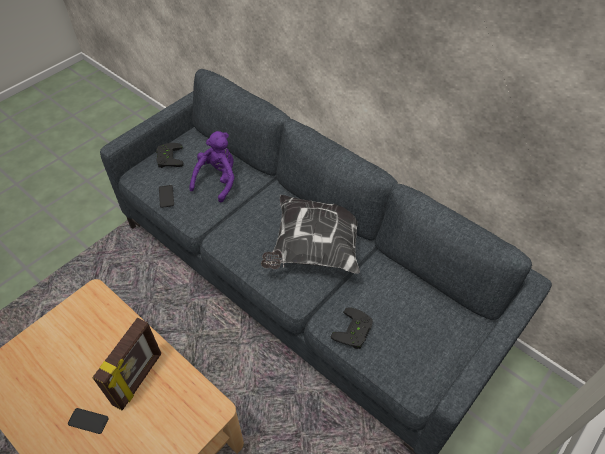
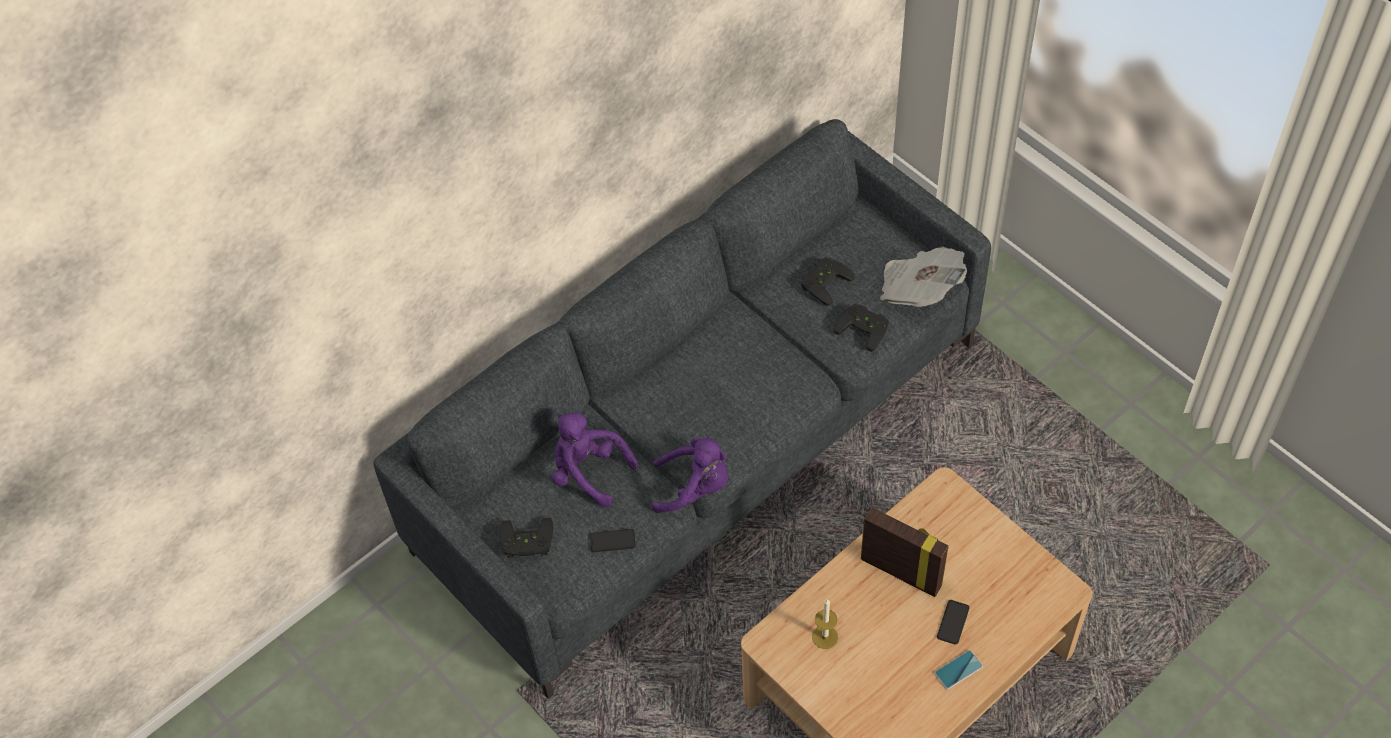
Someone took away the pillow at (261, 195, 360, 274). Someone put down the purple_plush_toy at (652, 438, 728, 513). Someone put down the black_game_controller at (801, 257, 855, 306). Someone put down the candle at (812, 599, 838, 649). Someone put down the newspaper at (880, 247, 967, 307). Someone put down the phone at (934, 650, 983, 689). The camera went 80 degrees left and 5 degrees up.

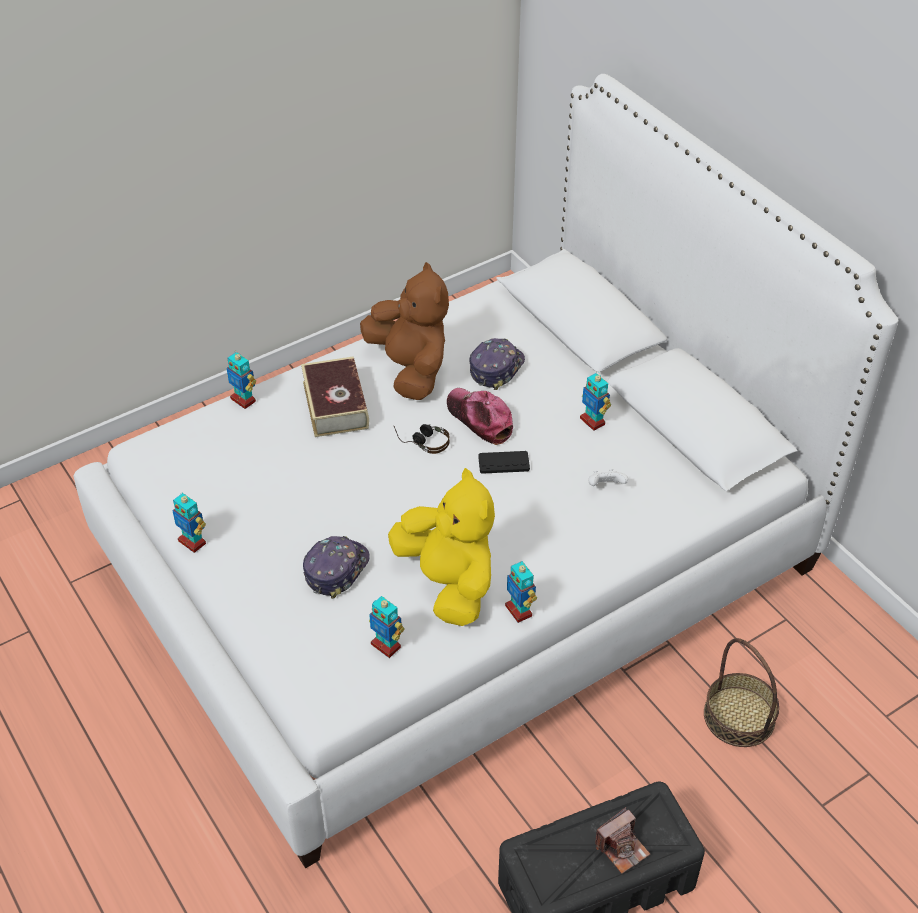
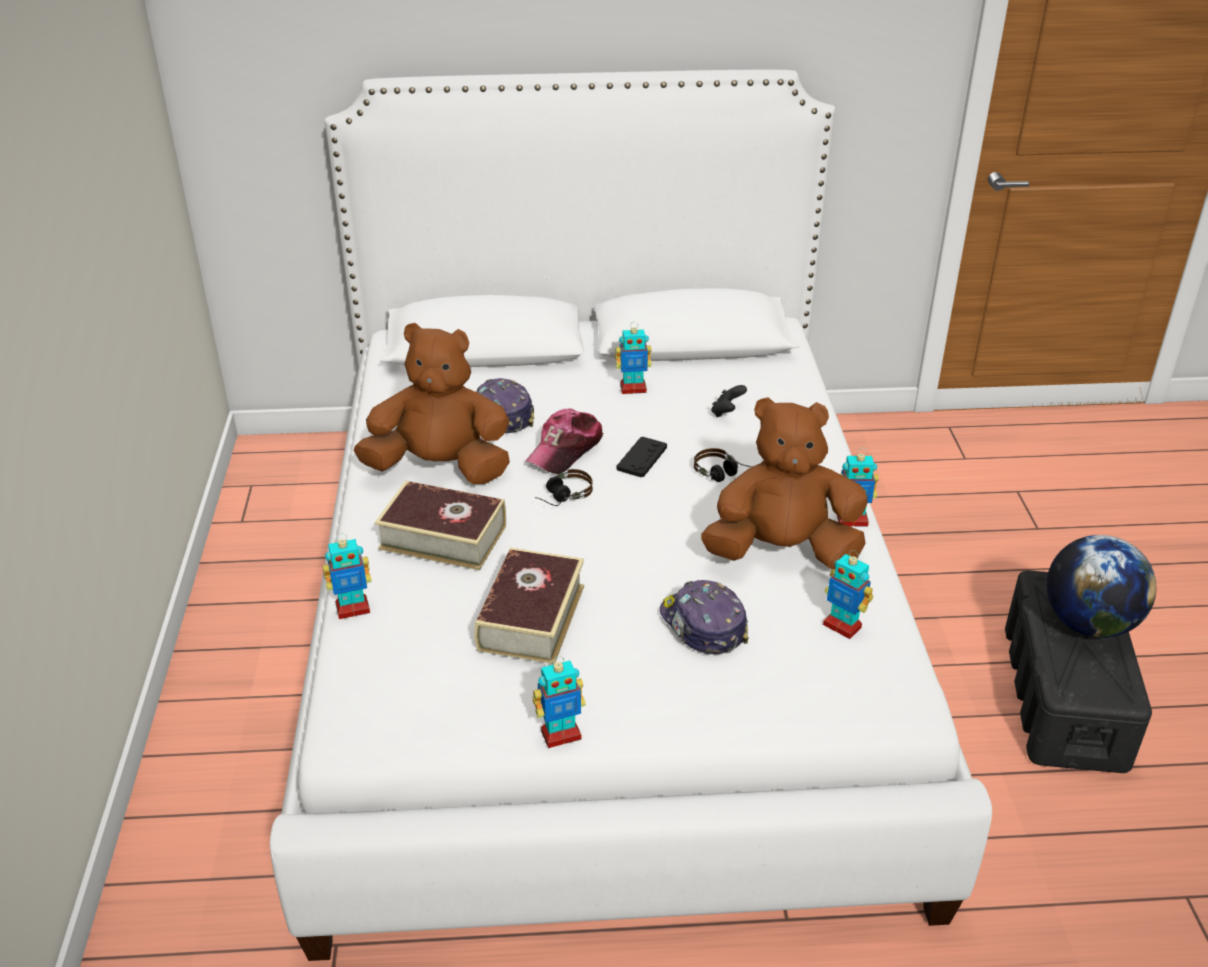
Someone rotated the toy_robot at (369, 596, 404, 658) by 60 degrees clockwise. Someone repainted the yellow_plush_toy at (388, 468, 495, 626), which became the brown_plush_toy at (701, 397, 868, 569). Someone rotated the cap at (447, 388, 513, 445) by 45 degrees counterclockwise. Someone repainted the white_game_controller at (589, 469, 628, 486), which became the black_game_controller at (711, 385, 747, 417). Someone swapped the photo_camera at (595, 807, 650, 874) for the globe at (1047, 535, 1156, 638). Someone took away the basket at (704, 638, 779, 747). Someone put down the book at (474, 548, 584, 664). Someone put down the headphones at (694, 448, 753, 482). The camera went 60 degrees left and 10 degrees down.

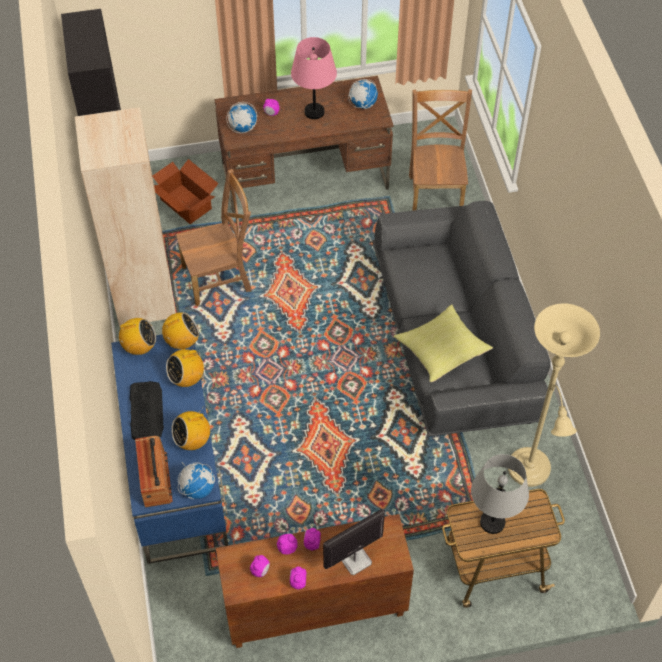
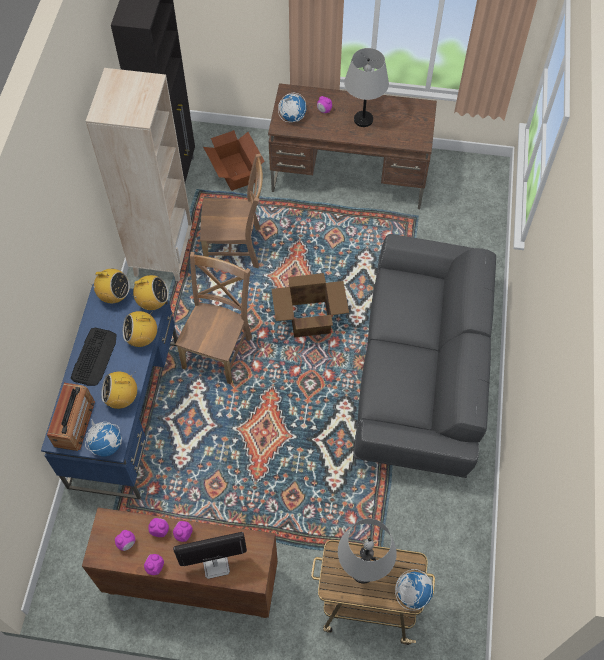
Someone repainted the pink_table_lamp at (291, 37, 337, 119), which became the grey_table_lamp at (344, 48, 389, 127). Someone carried the globe from (349, 79, 378, 109) to (395, 569, 433, 611). Someone took away the yellow_pillow at (393, 304, 493, 382). Someone carried the brown_chair from (409, 89, 472, 211) to (175, 252, 252, 384). Someone took away the beige_floor_lamp at (508, 303, 600, 487). Someone put down the cardboard_box at (271, 273, 349, 337). The camera went 20 degrees right and 5 degrees up.

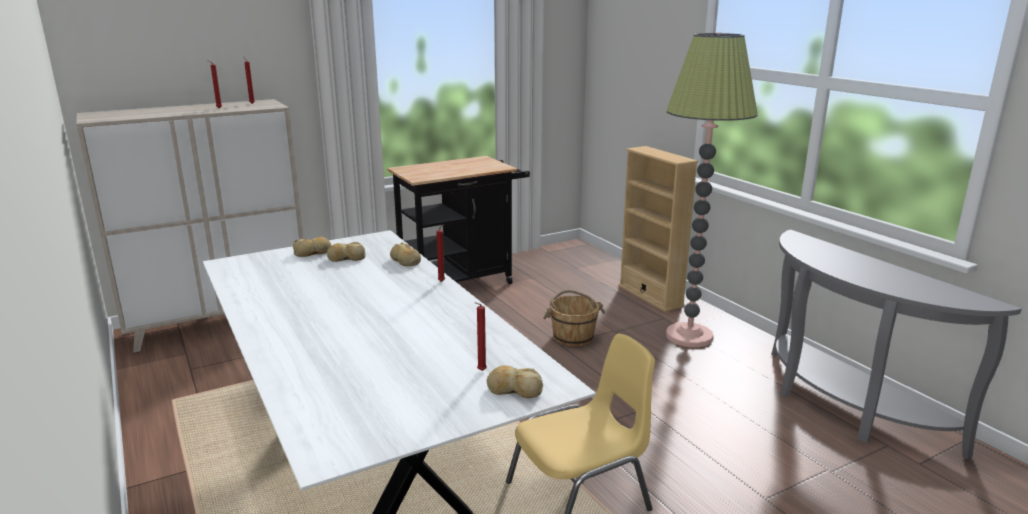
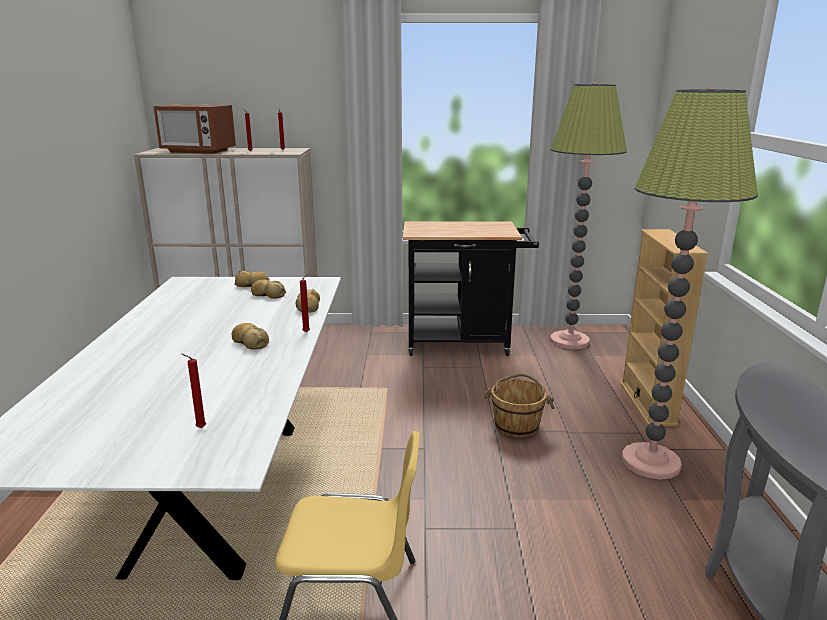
Someone carried the bread from (487, 365, 543, 398) to (232, 323, 269, 350). Someone put down the microwave at (154, 104, 236, 154). Someone put down the floor_lamp at (550, 83, 627, 349). The camera went 30 degrees right and 0 degrees up.

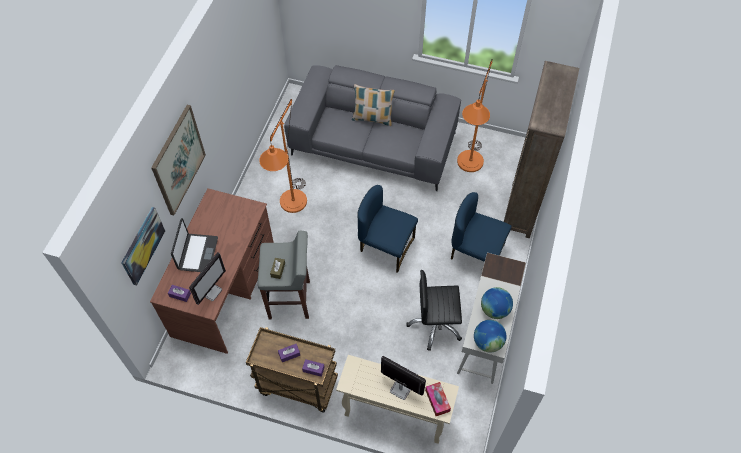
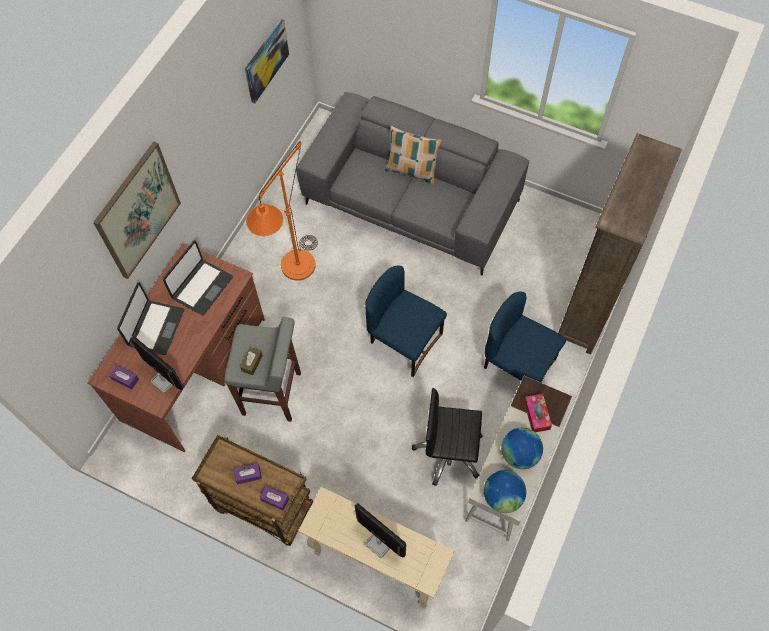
Someone carried the picture from (122, 207, 165, 286) to (245, 19, 289, 103). Someone rotated the monitor at (189, 252, 226, 305) by 90 degrees counterclockwise. Someone carried the tissue_box from (425, 382, 451, 416) to (524, 394, 552, 432). Someone took away the orange_floor_lamp at (457, 59, 493, 172). Someone put down the laptop at (163, 241, 233, 315). The camera went 10 degrees right and 5 degrees up.

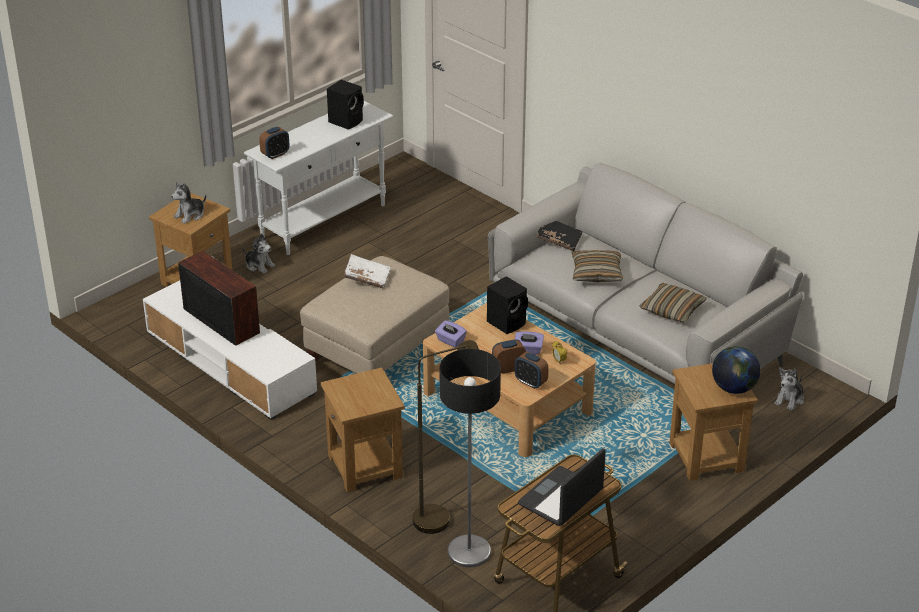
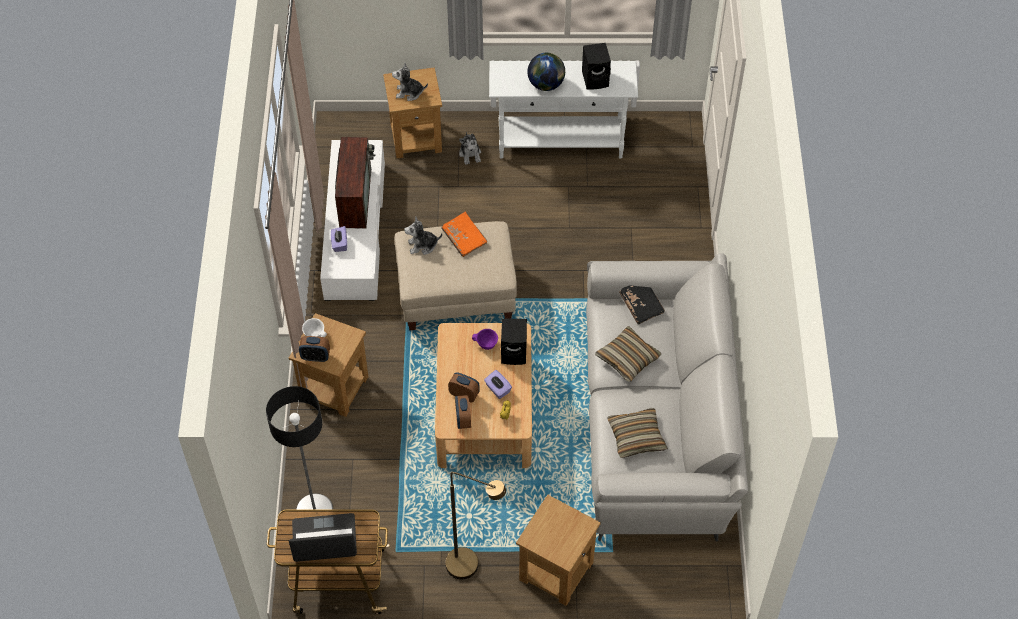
Someone carried the alarm_clock from (259, 127, 290, 159) to (299, 336, 330, 362). Someone repainted the white_book at (344, 254, 391, 289), which became the orange_book at (441, 212, 487, 257). Someone carried the brown_floor_lamp from (413, 340, 479, 534) to (446, 472, 506, 579). Someone carried the purple_tissue_box from (435, 320, 467, 348) to (331, 226, 347, 252). Someone carried the globe from (712, 346, 760, 394) to (527, 53, 565, 91). Someone carried the plush_toy from (774, 368, 804, 411) to (404, 216, 442, 255). Someone put down the white_bowl at (302, 318, 327, 338). Someone put down the purple_bowl at (472, 329, 498, 350). The camera went 45 degrees right and 20 degrees up.

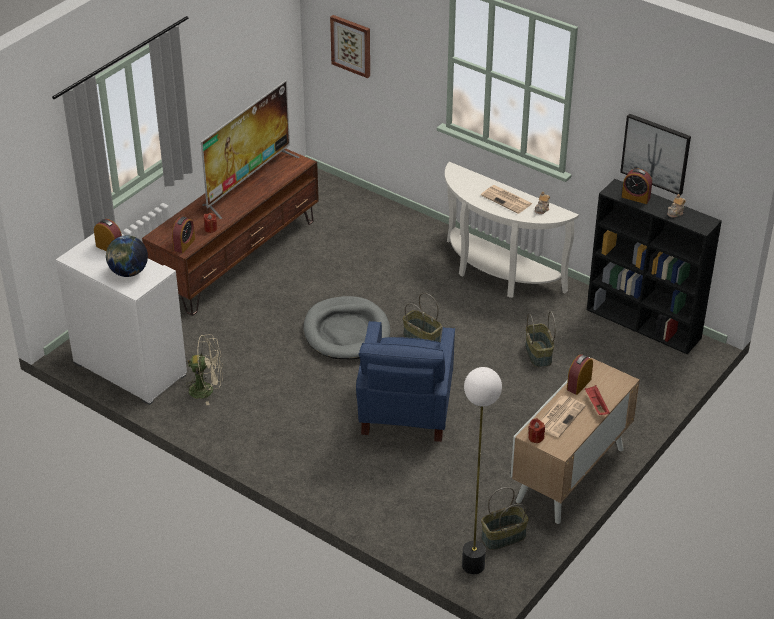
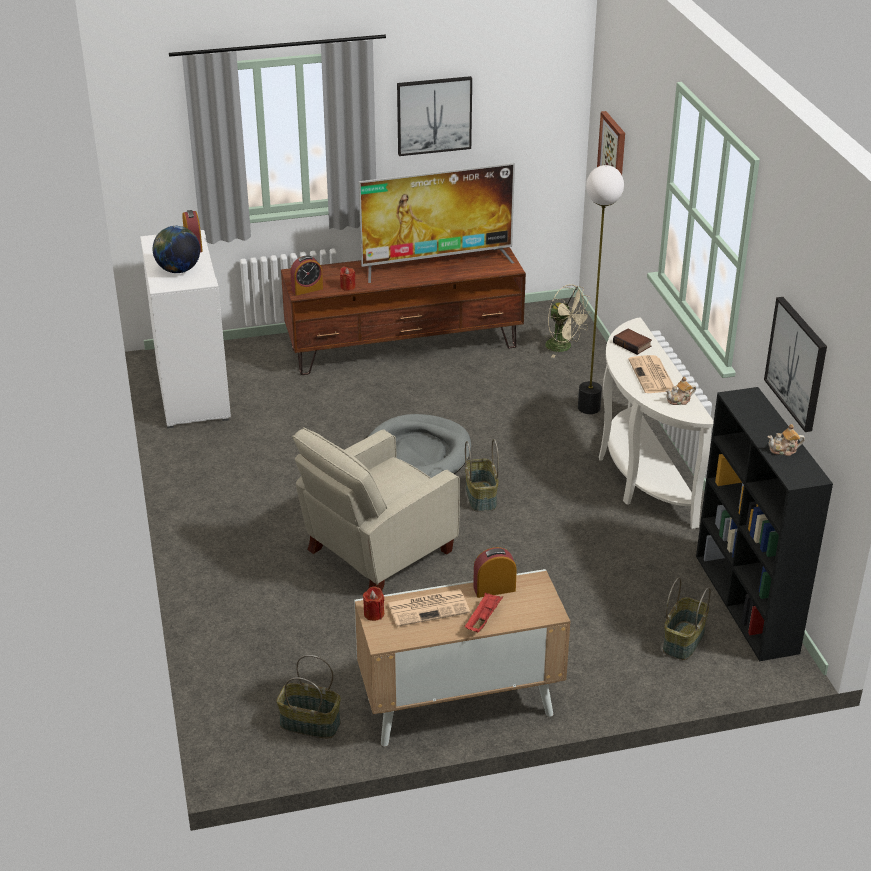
Someone carried the beige_fan from (182, 334, 223, 405) to (545, 284, 592, 358). Someone repainted the blue_armchair at (356, 321, 455, 442), which became the beige_armchair at (292, 427, 460, 590). Someone carried the floor_lamp from (462, 367, 502, 574) to (578, 165, 624, 414). Someone carried the basket from (525, 311, 556, 367) to (663, 577, 711, 660). Someone took away the alarm_clock at (622, 169, 652, 204). Someone put up the picture at (397, 76, 472, 156). Someone put down the book at (613, 328, 652, 355). The camera went 40 degrees right and 5 degrees down.

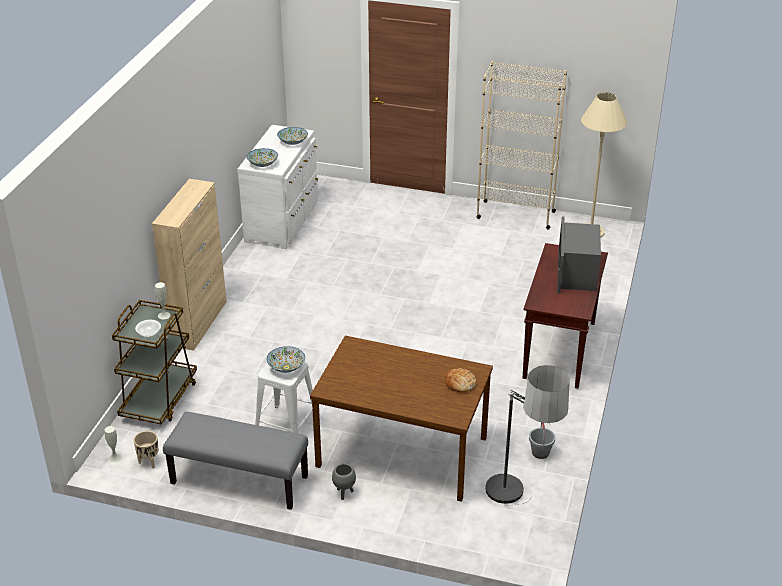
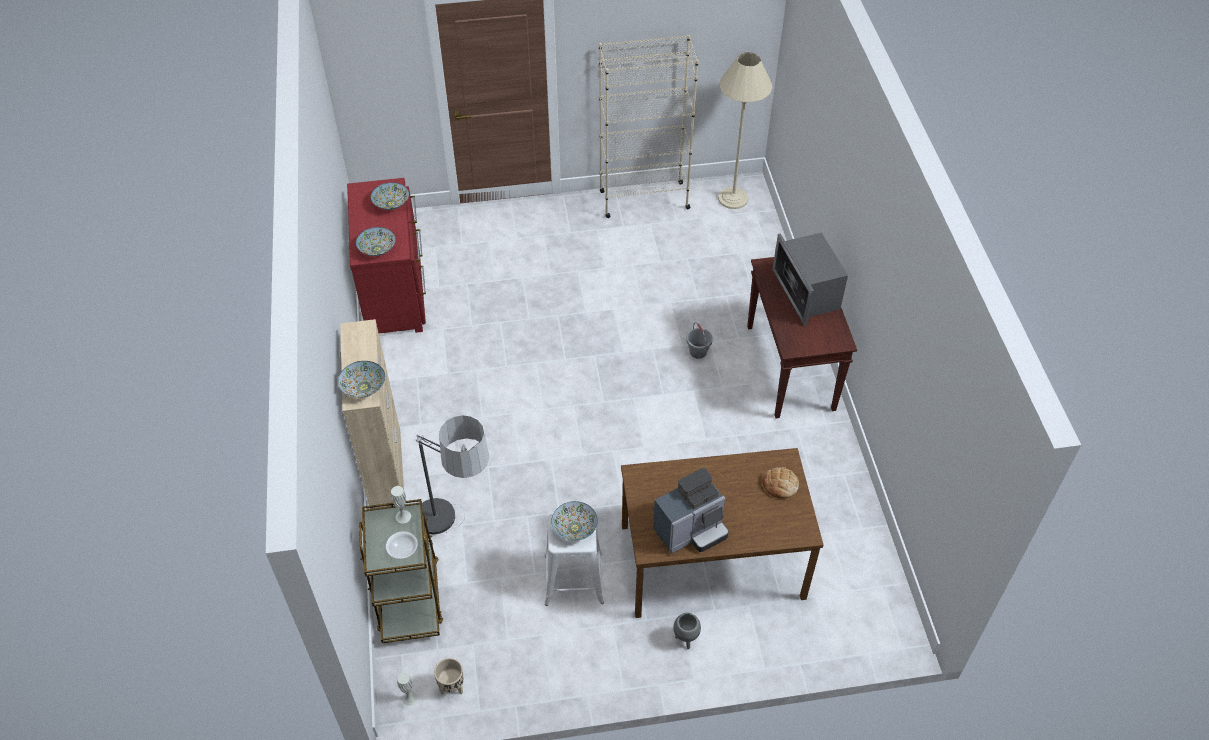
Someone took away the grey_bench at (163, 412, 308, 510). Someone repainted the white_dresser at (237, 125, 319, 249), which became the red_dresser at (347, 178, 426, 333). Someone carried the floor_lamp from (485, 365, 570, 505) to (416, 415, 489, 535). Someone carried the grey_bucket from (529, 422, 555, 459) to (686, 322, 713, 359). Someone put down the bowl at (338, 361, 385, 398). Someone put down the coffee_machine at (653, 468, 729, 554). The camera went 25 degrees left and 15 degrees up.

